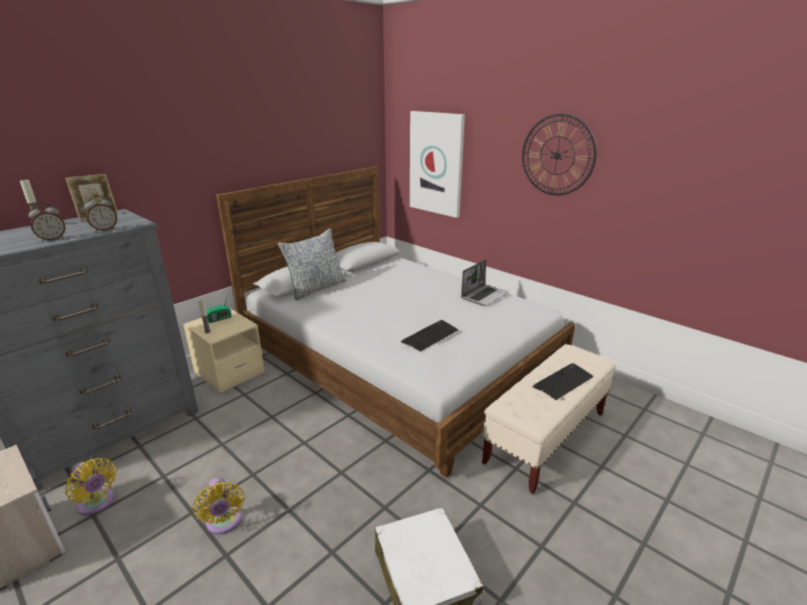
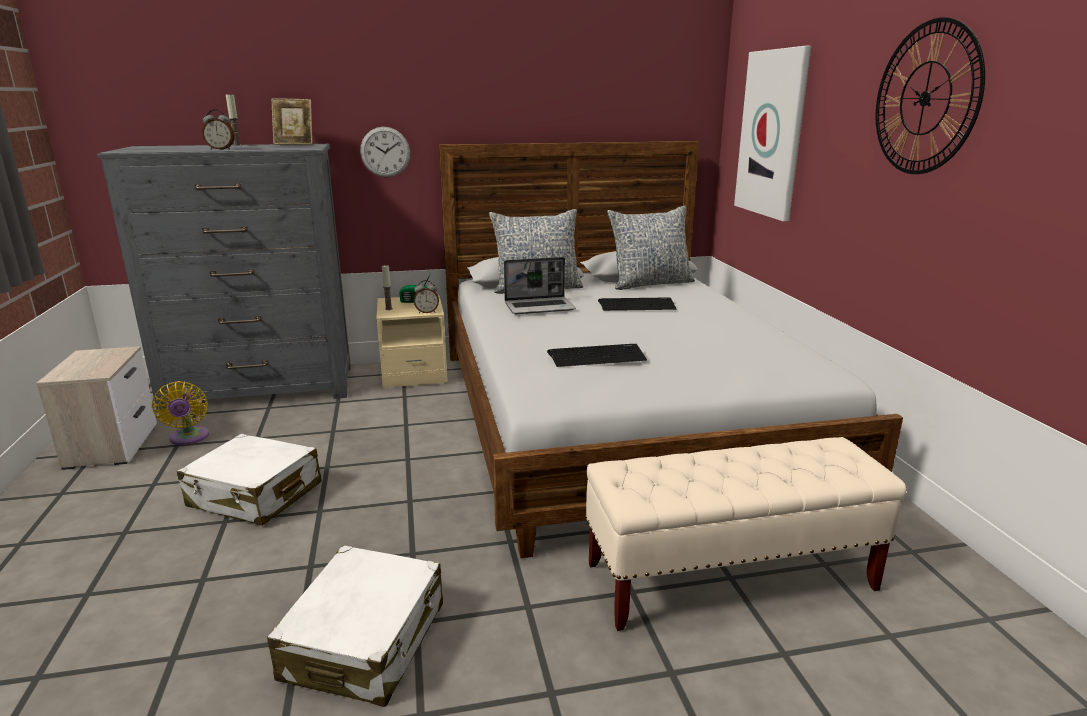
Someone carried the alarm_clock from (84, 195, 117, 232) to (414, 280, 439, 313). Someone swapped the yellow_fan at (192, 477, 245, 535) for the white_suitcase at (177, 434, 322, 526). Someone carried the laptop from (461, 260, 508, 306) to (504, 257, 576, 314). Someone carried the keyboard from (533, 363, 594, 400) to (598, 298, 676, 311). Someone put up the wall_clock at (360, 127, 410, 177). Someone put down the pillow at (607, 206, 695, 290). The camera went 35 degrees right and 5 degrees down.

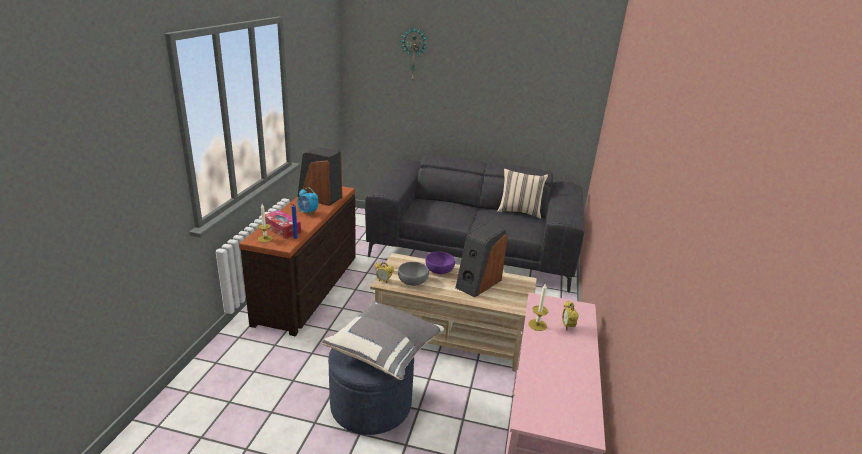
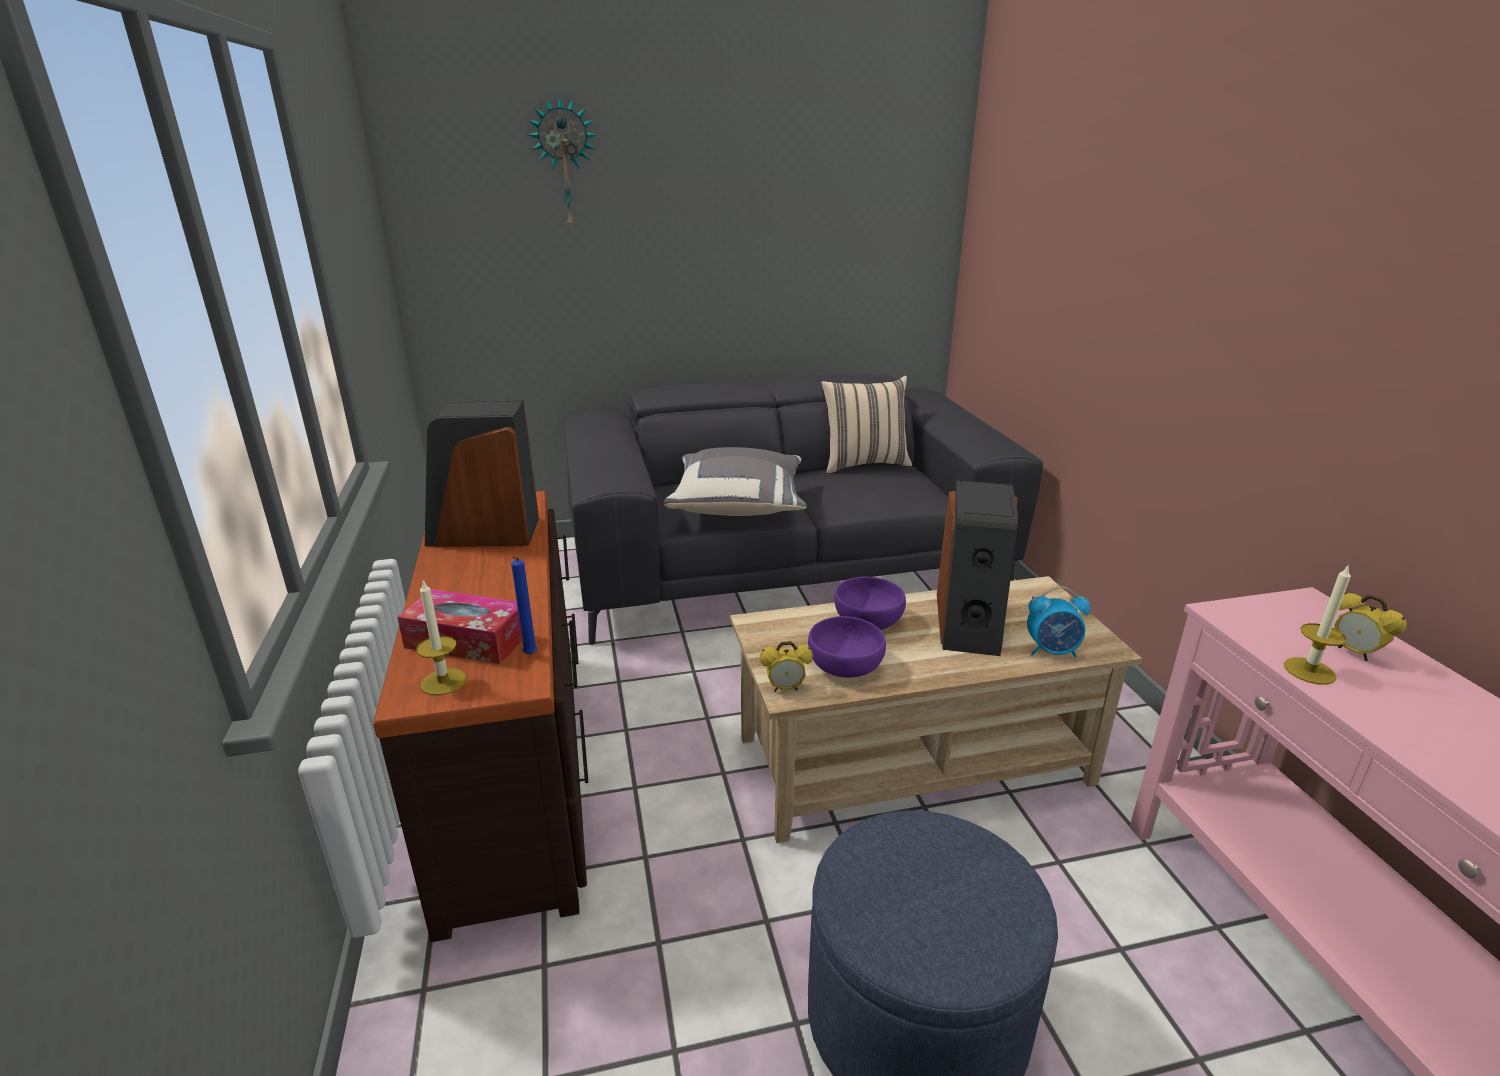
Someone carried the alarm_clock from (297, 187, 318, 216) to (1027, 586, 1090, 657). Someone carried the grey_pillow from (322, 301, 444, 380) to (664, 447, 807, 516). Someone repainted the grey_bowl at (398, 262, 429, 286), which became the purple_bowl at (808, 616, 886, 678). The camera went 25 degrees left and 0 degrees up.

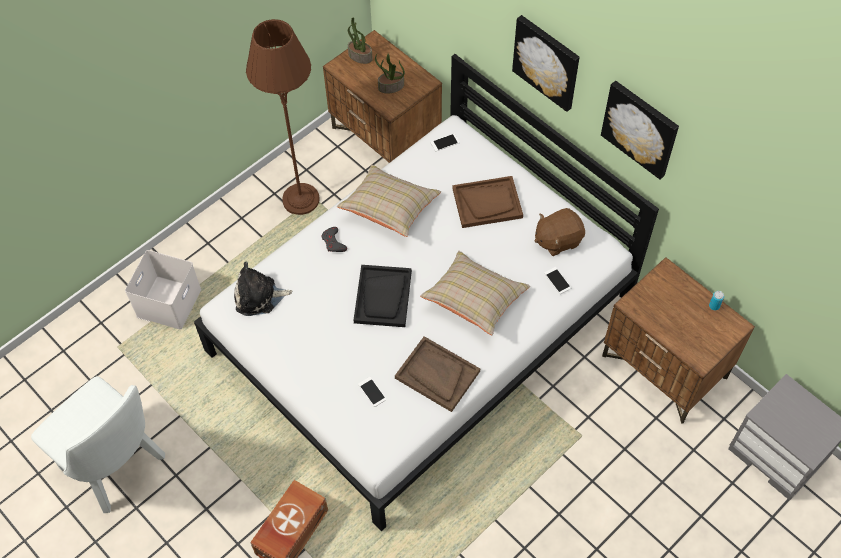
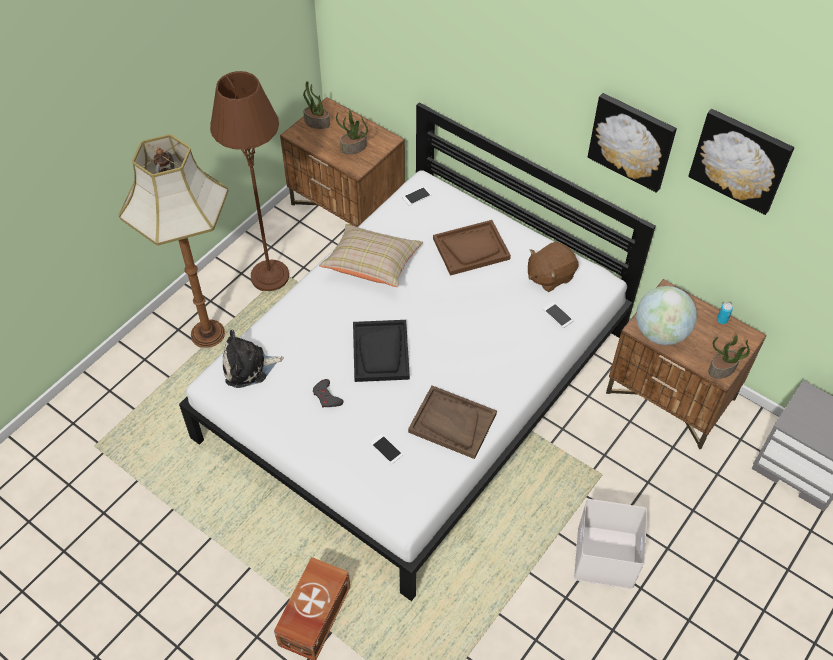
Someone took away the white_chair at (31, 376, 165, 513). Someone carried the white_storage_box from (125, 250, 201, 329) to (574, 499, 647, 589). Someone carried the grey_game_controller from (322, 227, 347, 252) to (313, 379, 344, 408). Someone took away the beige_pillow at (420, 251, 530, 335). Someone carried the picture from (512, 15, 580, 112) to (688, 109, 794, 215). Someone put down the floor_lamp at (119, 134, 228, 348). Someone put down the globe at (636, 286, 697, 345). Someone put down the potted_plant at (708, 335, 750, 379). The camera went 10 degrees left and 5 degrees down.

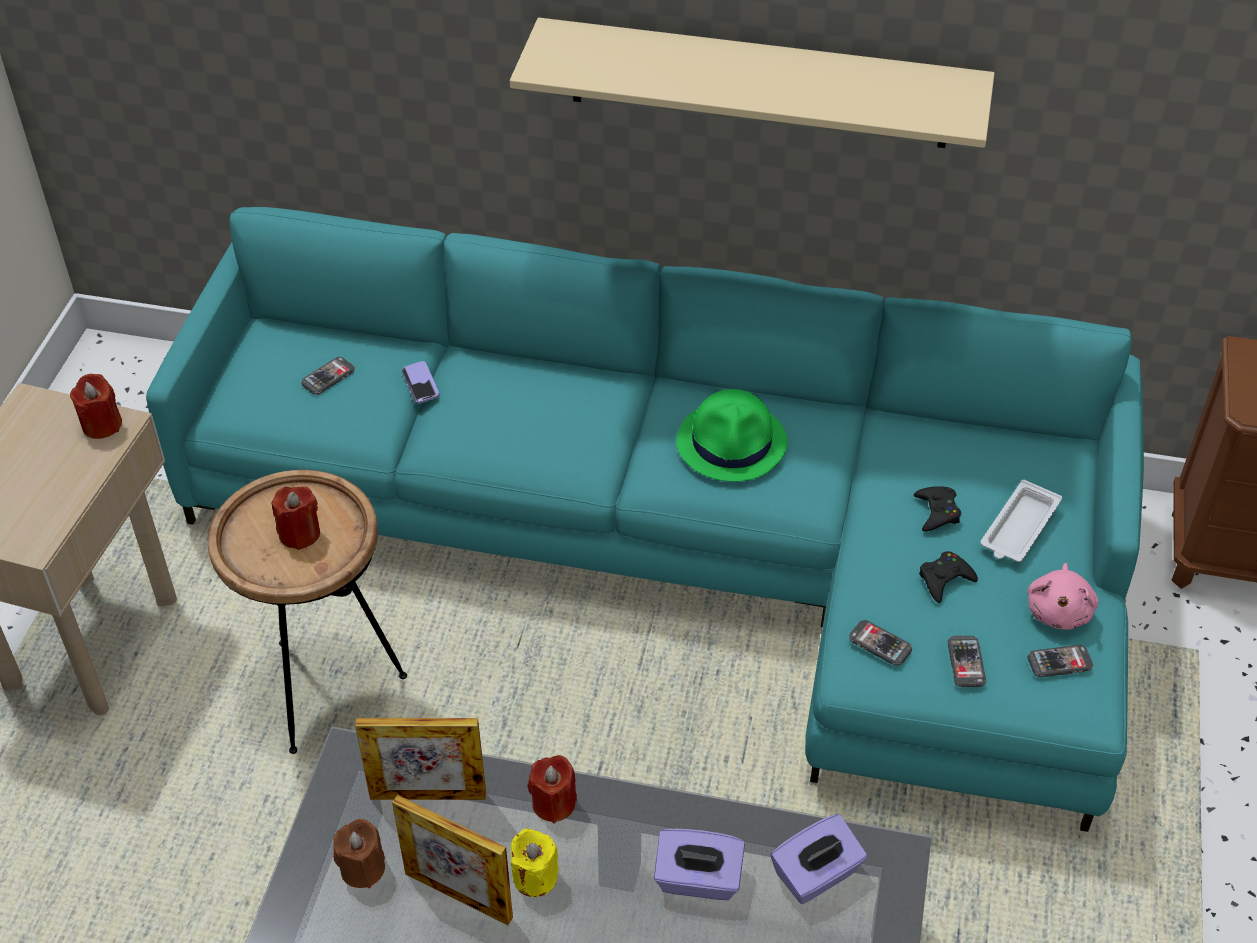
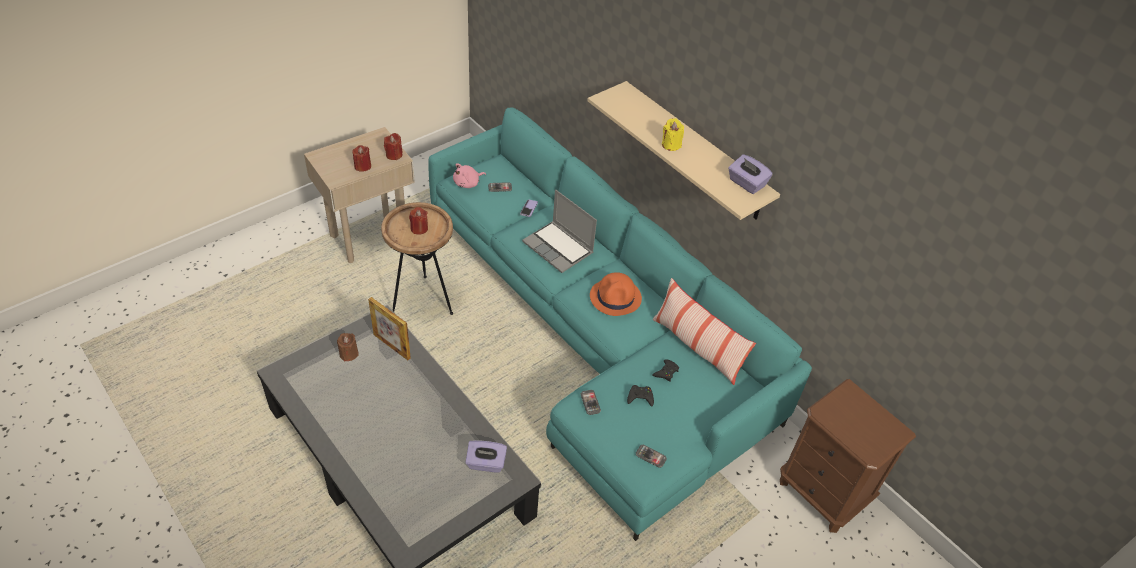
Someone took away the picture_frame at (392, 795, 513, 925). Someone carried the yellow_candle from (511, 828, 559, 897) to (662, 118, 684, 151). Someone carried the red_candle from (527, 755, 577, 823) to (352, 145, 371, 172). Someone carried the purple_tissue_box from (654, 828, 745, 900) to (728, 154, 773, 194). Someone repainted the green_hat at (676, 389, 788, 482), which became the orange_hat at (590, 272, 642, 316). Someone took away the phone at (947, 636, 986, 687). Someone took away the white_tray at (981, 480, 1062, 562). Someone carried the pink_plush_toy from (1028, 563, 1098, 630) to (453, 163, 486, 188). Someone put down the laptop at (522, 190, 597, 273). Someone put down the pillow at (652, 278, 756, 385). The camera went 35 degrees right and 0 degrees up.

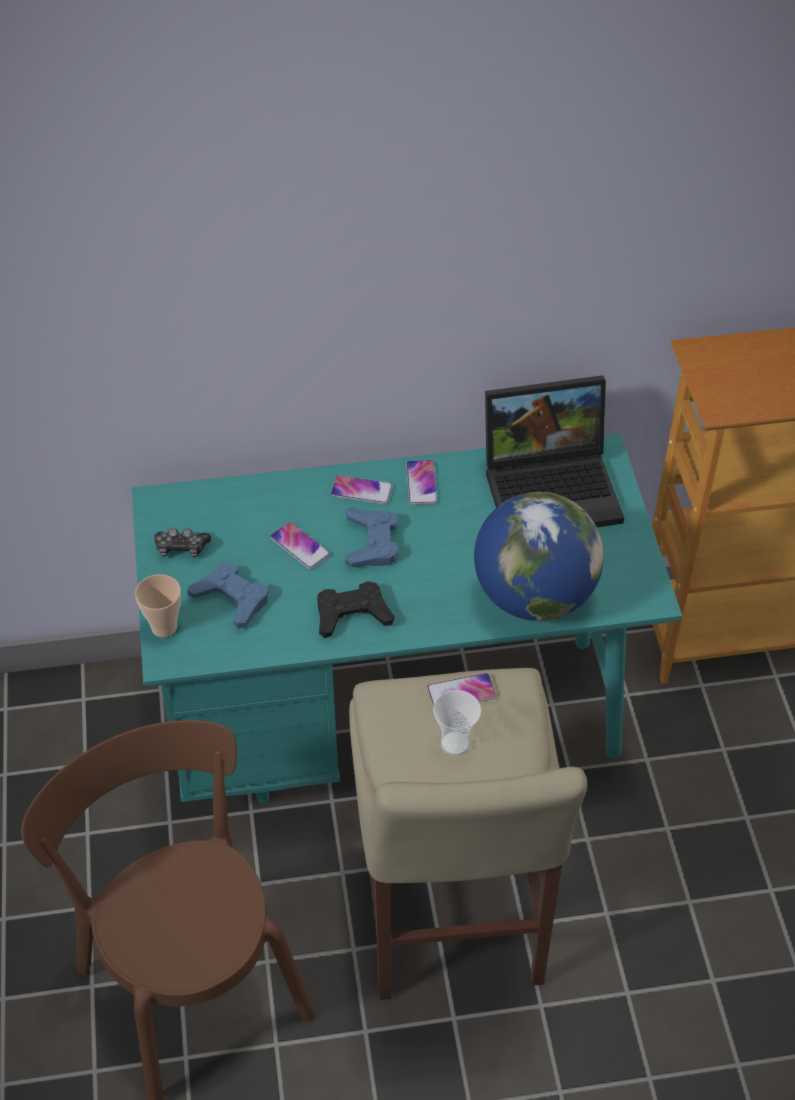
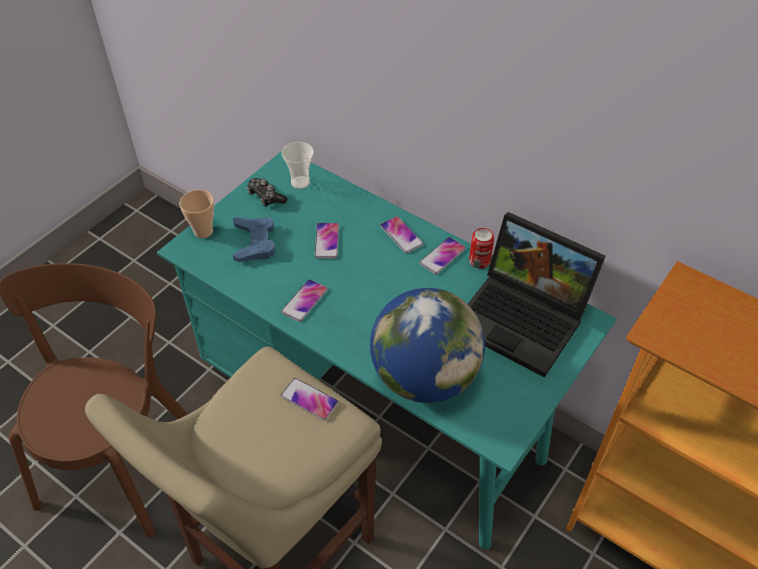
Someone swapped the black_game_controller at (317, 581, 394, 638) for the phone at (281, 279, 328, 322). Someone took away the blue_game_controller at (345, 508, 399, 567). Someone carried the cup from (433, 690, 481, 756) to (281, 142, 314, 189). Someone put down the can at (469, 228, 494, 269). The camera went 45 degrees right and 0 degrees up.

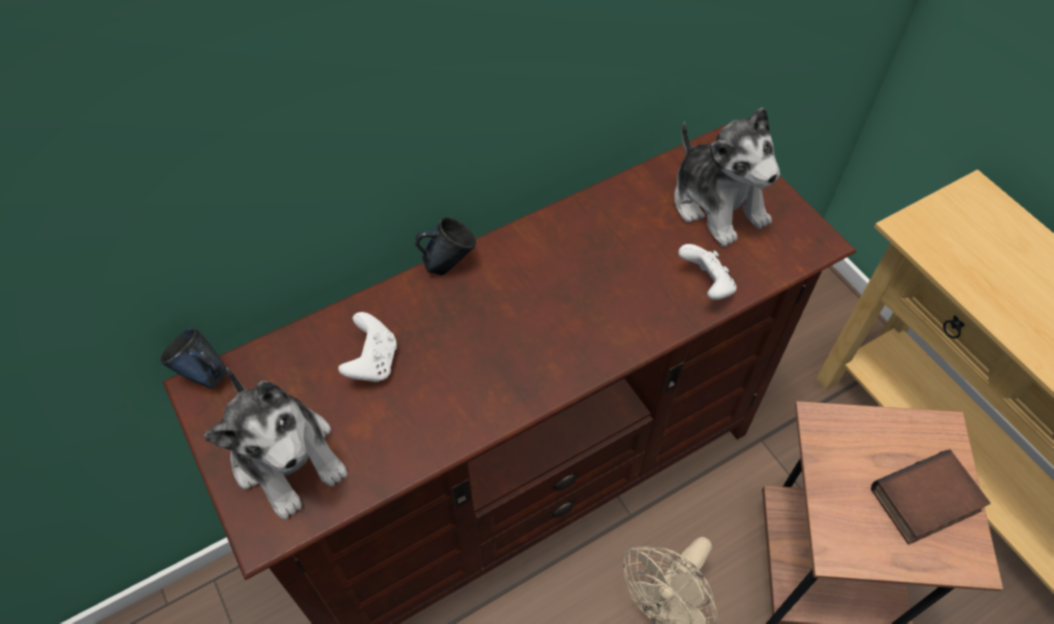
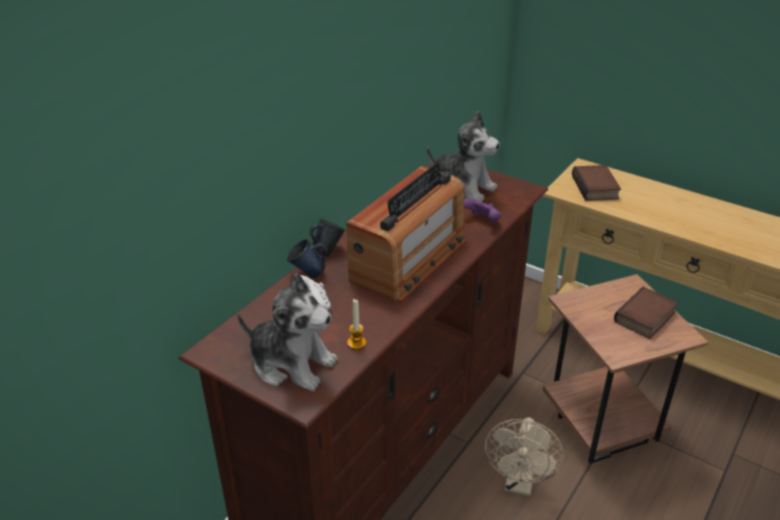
Someone carried the blue_mug from (160, 328, 228, 389) to (287, 239, 327, 278). Someone repainted the white_game_controller at (678, 244, 736, 300), which became the purple_game_controller at (464, 198, 501, 223). Someone put down the radio at (346, 163, 466, 303). Someone put down the candle at (347, 299, 366, 350). Someone put down the book at (572, 165, 621, 201). The camera went 25 degrees left and 20 degrees down.

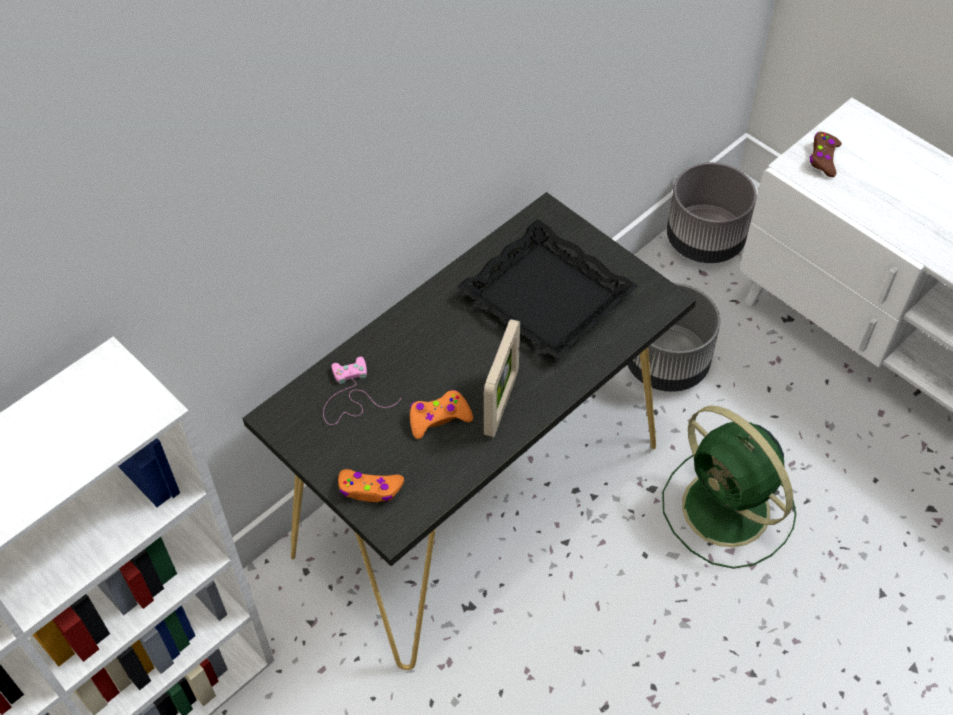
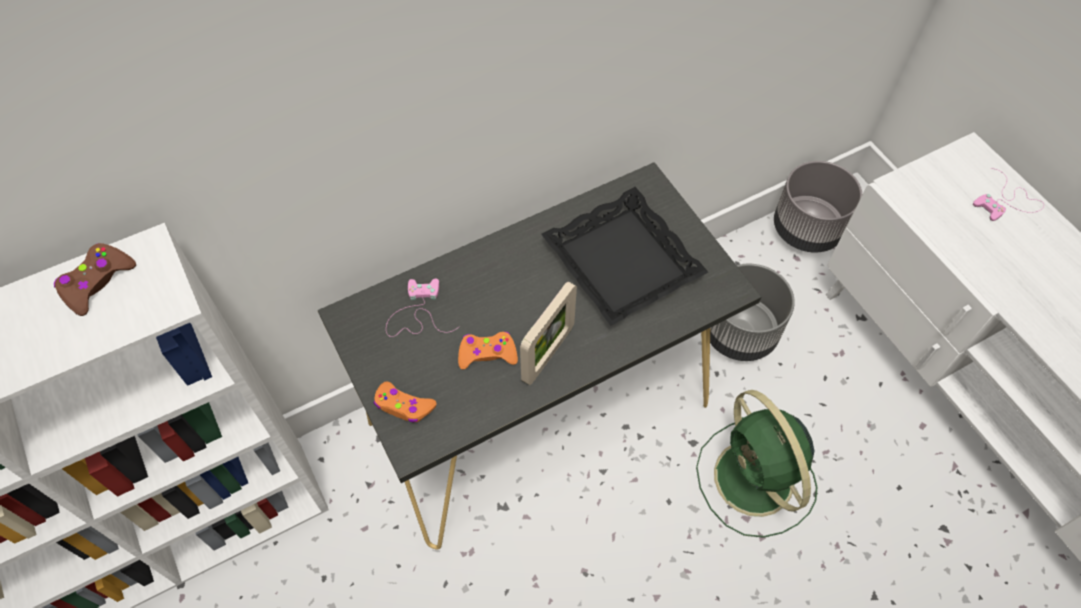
Someone carried the brown_game_controller from (810, 132, 842, 177) to (54, 243, 136, 316). Someone put down the pink_game_controller at (973, 168, 1044, 221). The camera went 15 degrees right and 5 degrees up.

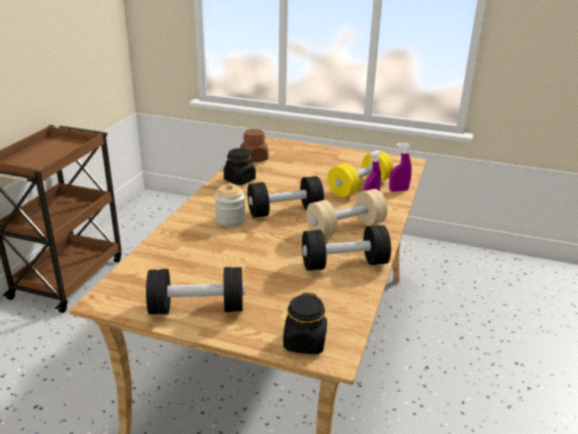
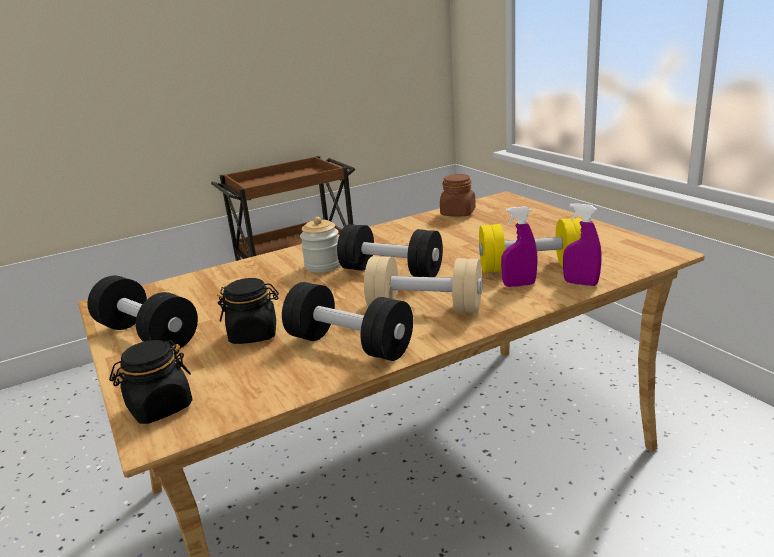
Someone carried the black_jar from (224, 148, 256, 185) to (217, 278, 279, 344). The camera went 45 degrees right and 5 degrees down.

